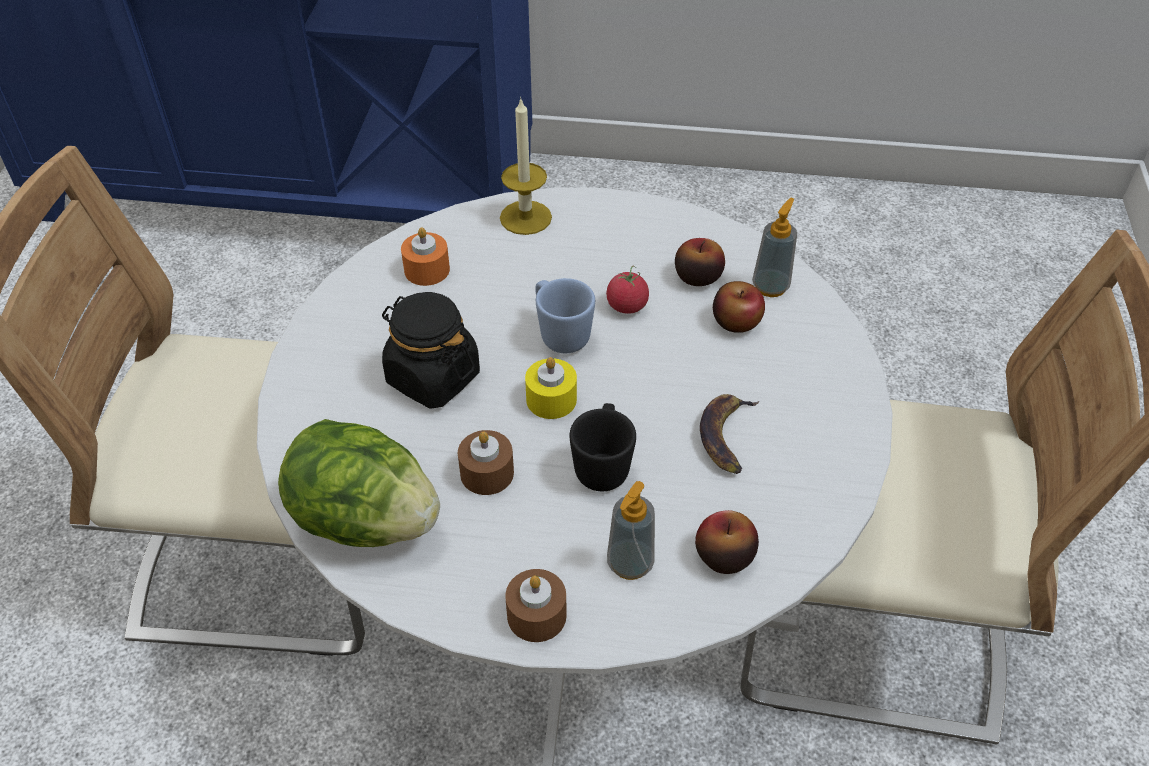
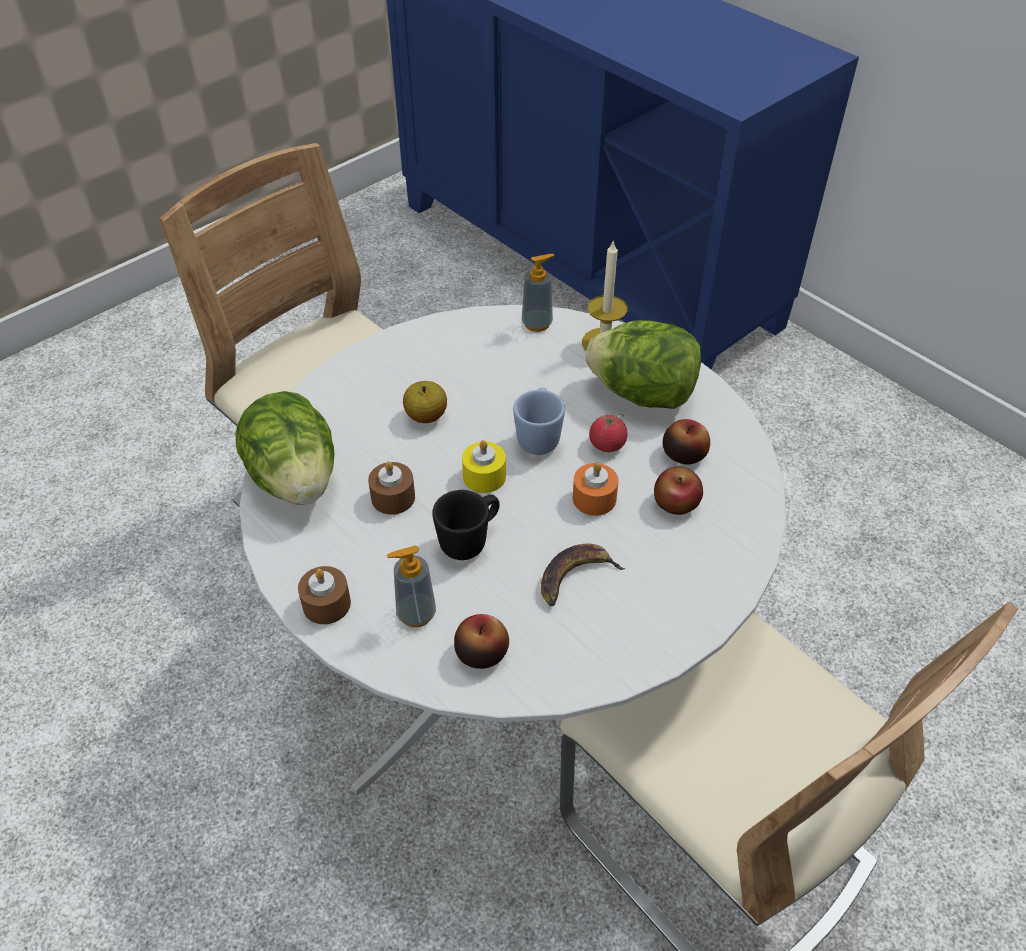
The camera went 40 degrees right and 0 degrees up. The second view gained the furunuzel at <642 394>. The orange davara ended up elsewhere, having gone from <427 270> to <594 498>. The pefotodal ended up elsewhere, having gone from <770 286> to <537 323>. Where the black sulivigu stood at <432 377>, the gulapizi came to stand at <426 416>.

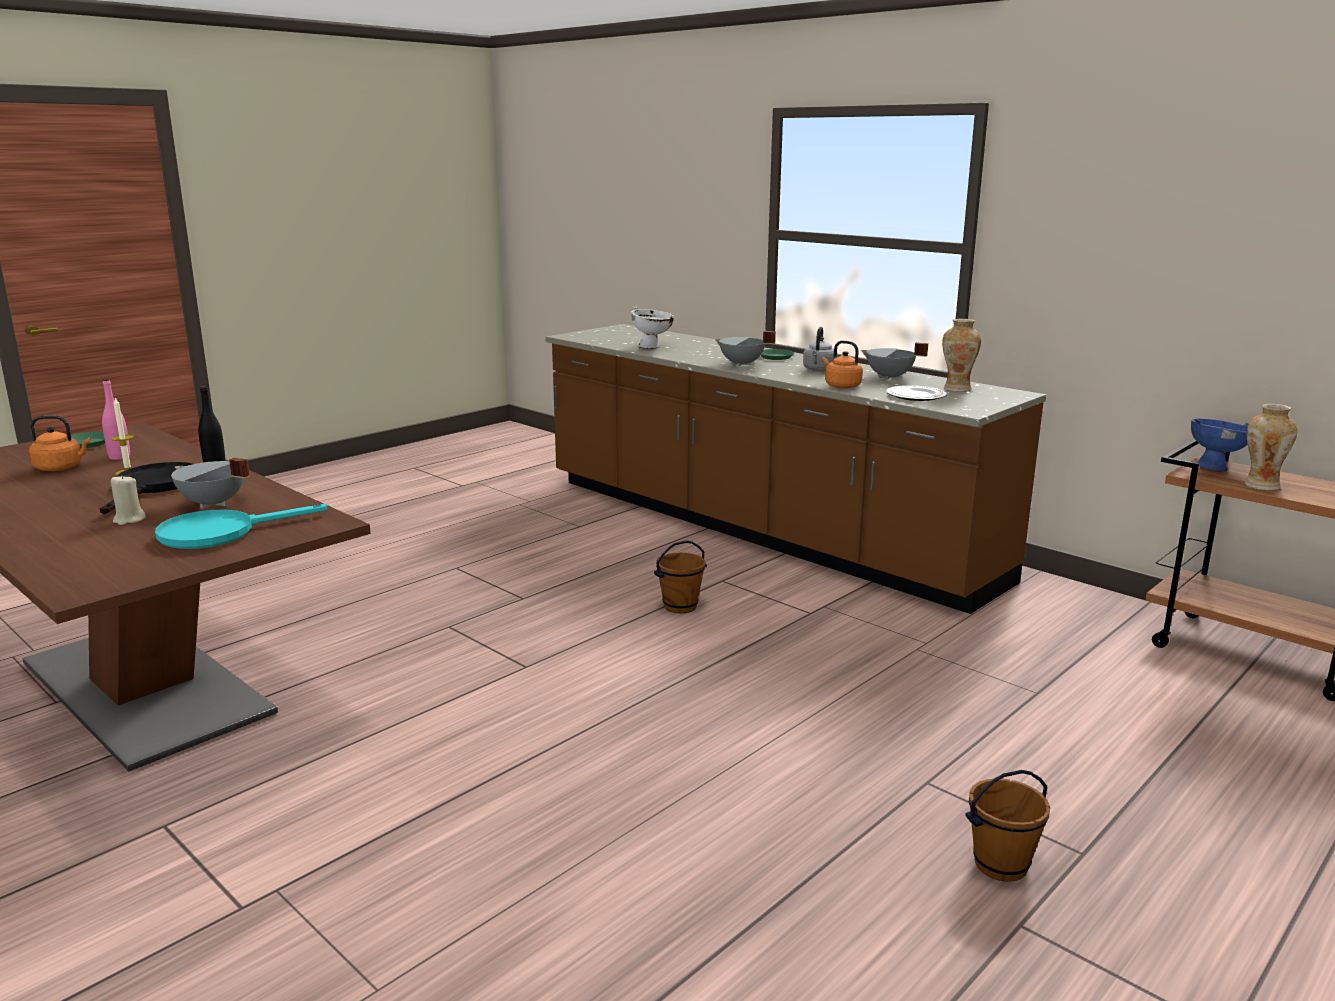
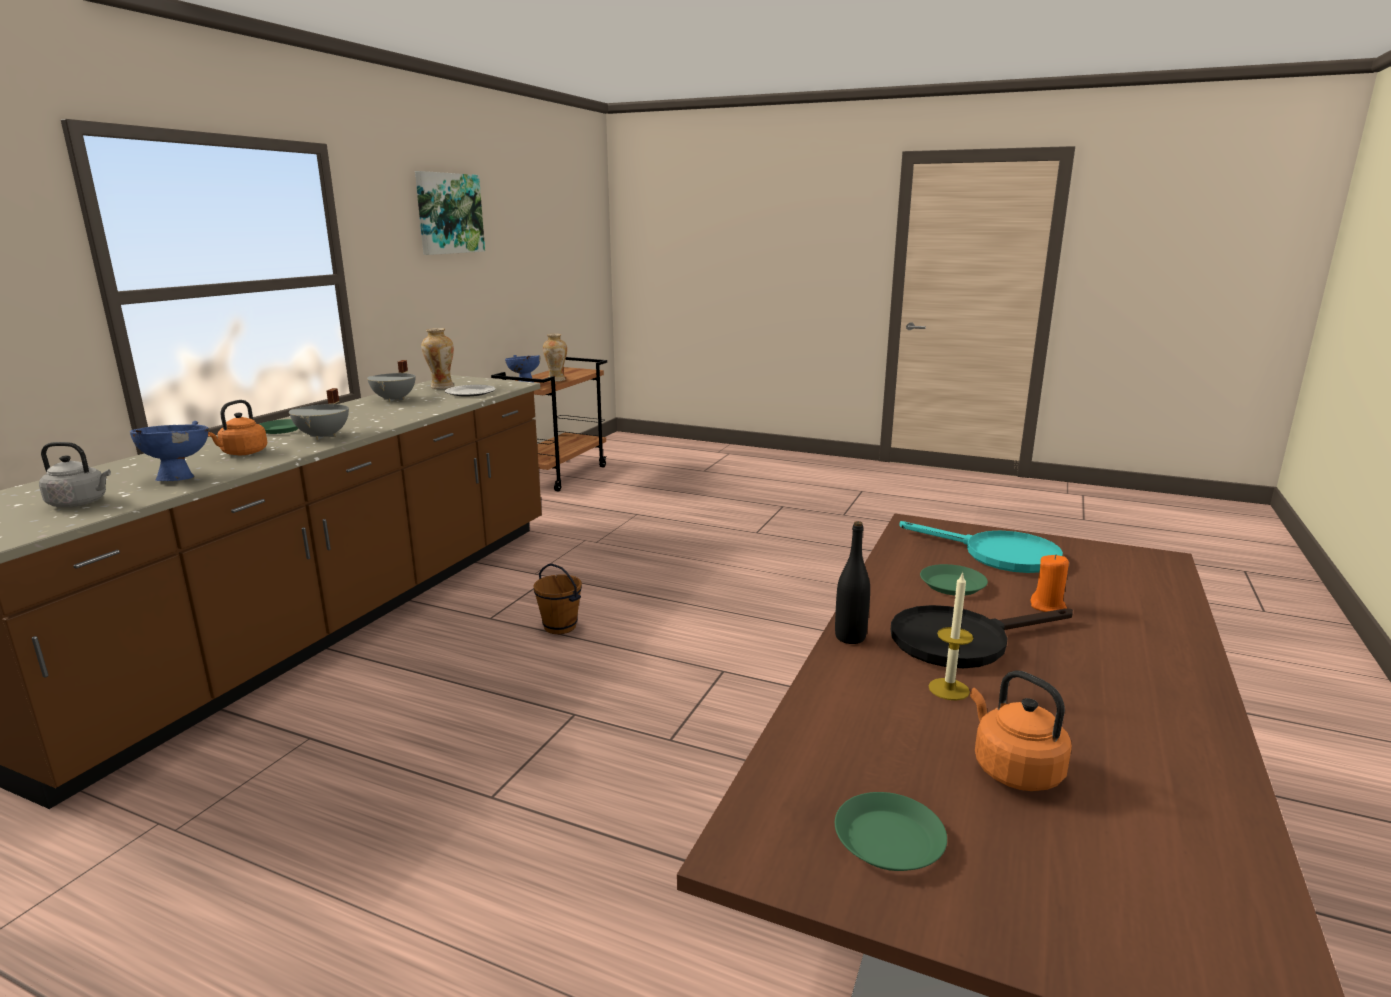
The camera went 110 degrees left and 0 degrees up. The second view lost the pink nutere at <119 457>. The second view lost the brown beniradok at <1000 864>. The second view gained the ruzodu at <449 213>. The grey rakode ended up elsewhere, having gone from <819 370> to <80 503>. The orange rakode ended up elsewhere, having gone from <841 386> to <242 453>. Where the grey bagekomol stood at <212 504>, the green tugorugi came to stand at <952 585>. What was the beige davara at <129 520> turned into the orange davara at <1048 606>. What was the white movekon at <653 347> turned into the blue movekon at <181 477>.

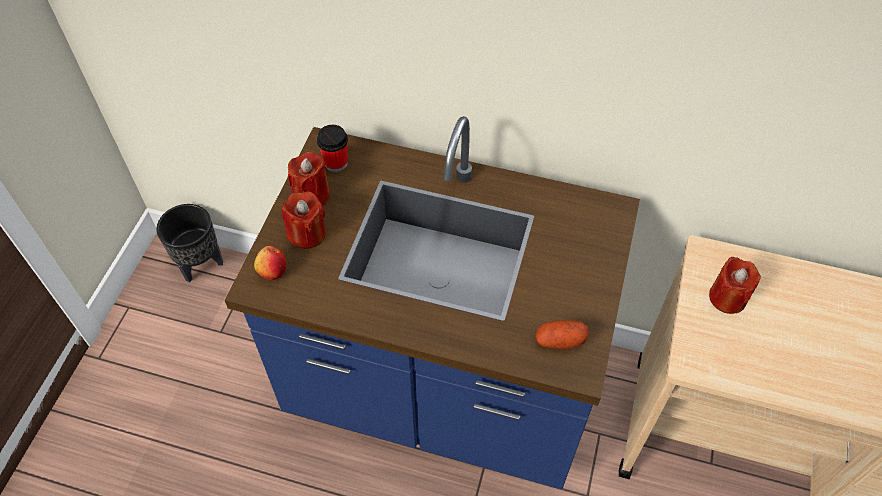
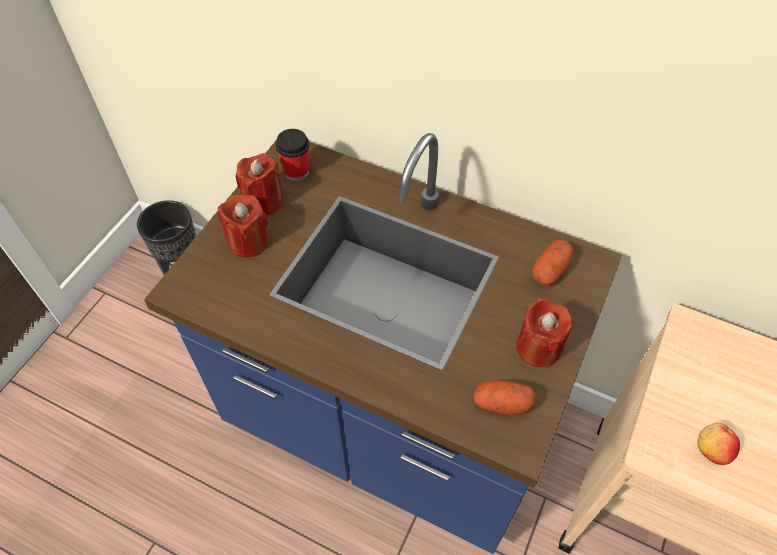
The camera went 10 degrees right and 0 degrees up. The second view gained the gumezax at <550 270>. The gulapizi ended up elsewhere, having gone from <272 270> to <712 449>. The red davara ended up elsewhere, having gone from <727 298> to <538 347>.

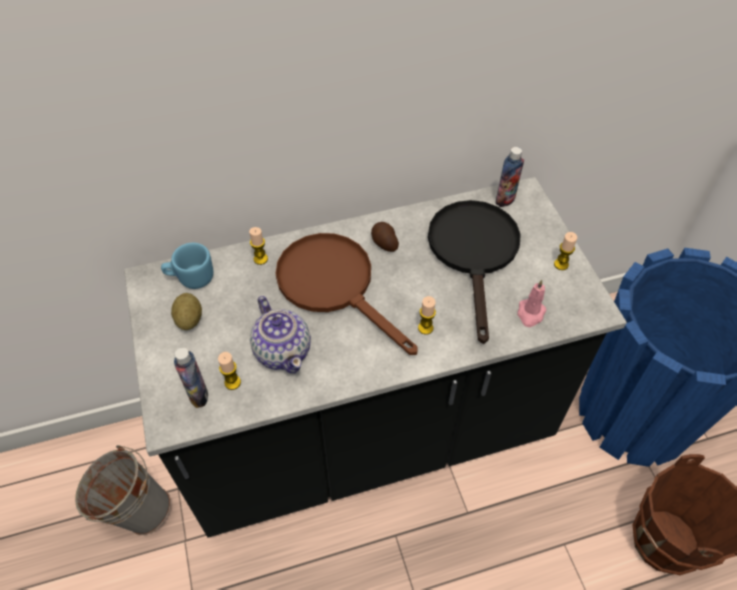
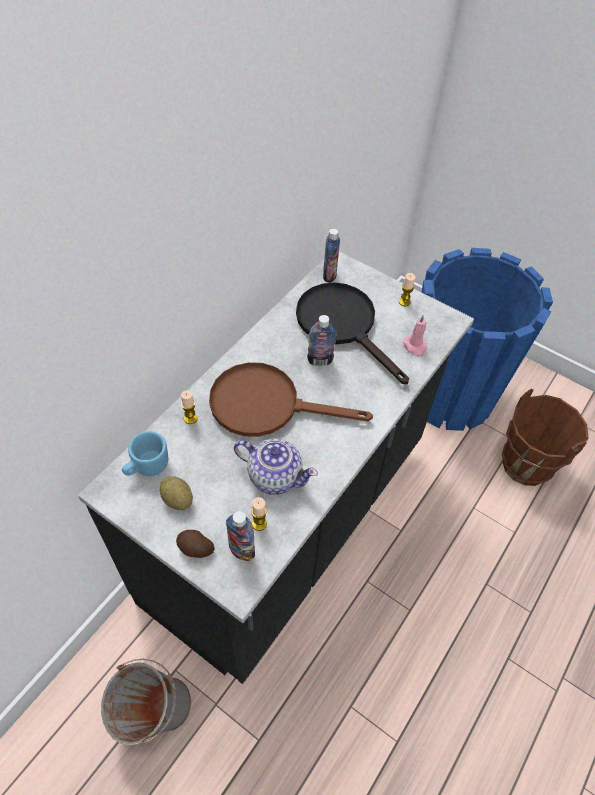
The camera went 40 degrees left and 0 degrees up. The second view lost the davara at <425 328>. The second view gained the nutere at <320 361>. The gumezax ended up elsewhere, having gone from <384 243> to <195 549>.

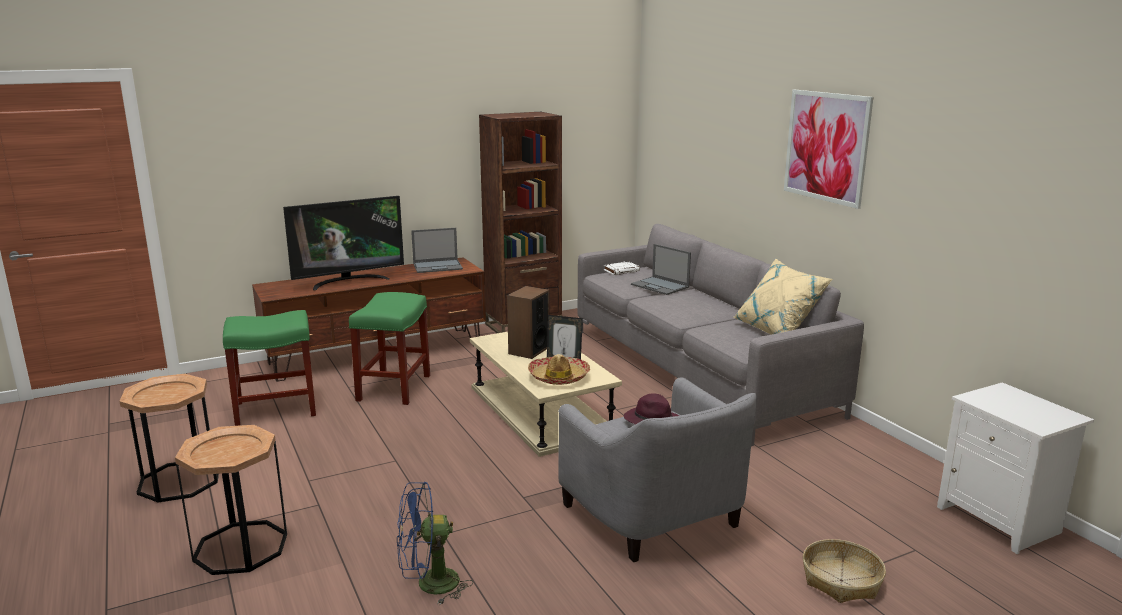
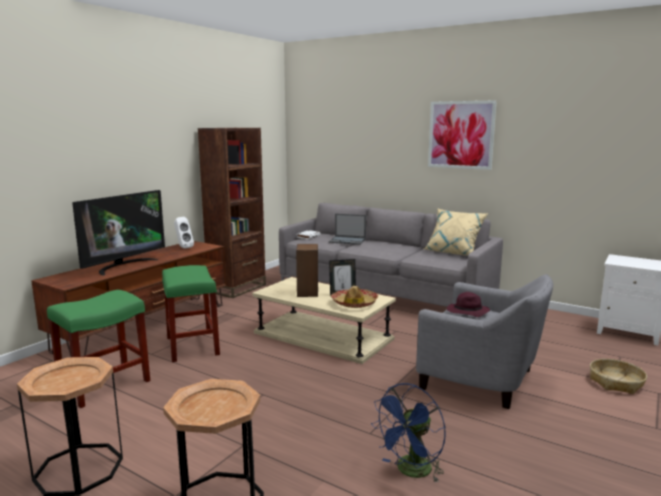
The camera went 30 degrees left and 5 degrees down. Where the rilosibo stood at <438 266>, the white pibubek came to stand at <183 247>.

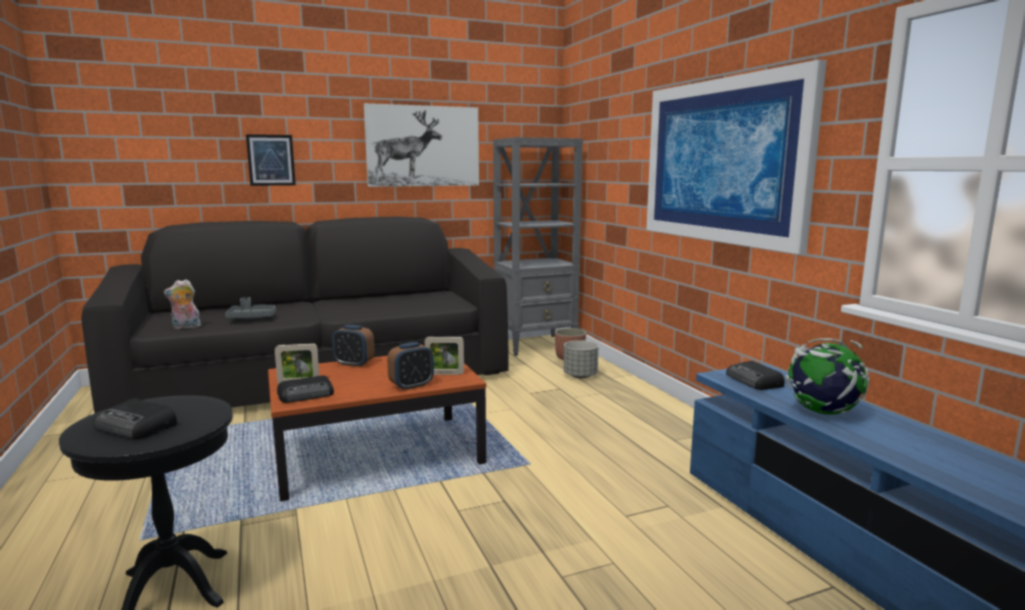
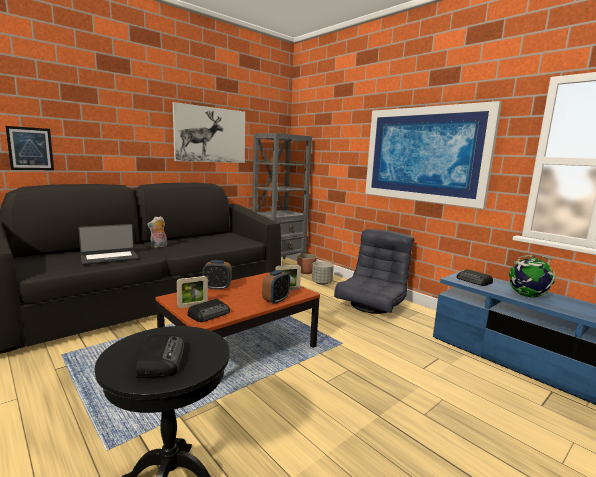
The camera went 20 degrees left and 0 degrees up. The second view gained the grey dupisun at <372 306>. The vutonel ended up elsewhere, having gone from <185 327> to <158 246>. The ruzodu ended up elsewhere, having gone from <271 160> to <30 148>. Where the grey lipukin stood at <252 318>, the rilosibo came to stand at <109 258>. The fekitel at <137 426> ended up facing another way, 105 degrees counterclockwise from before.

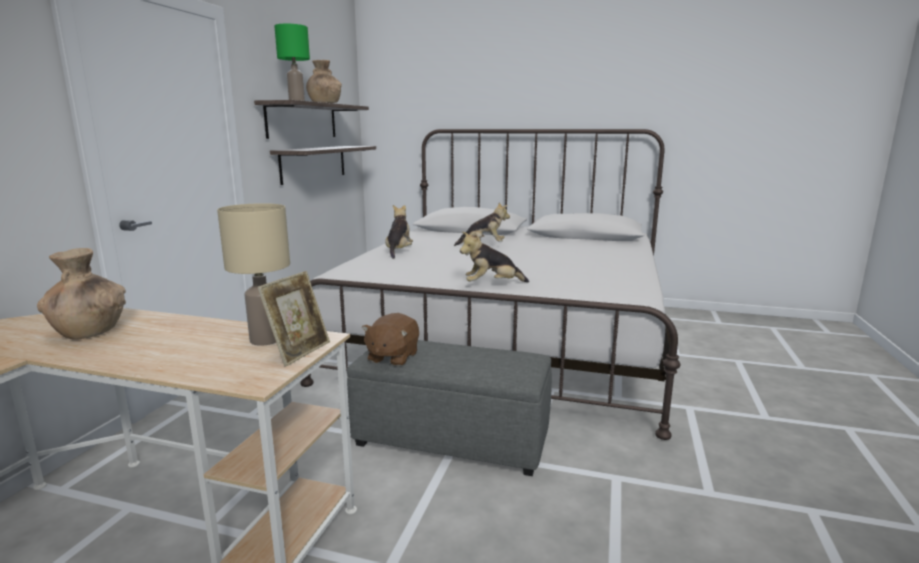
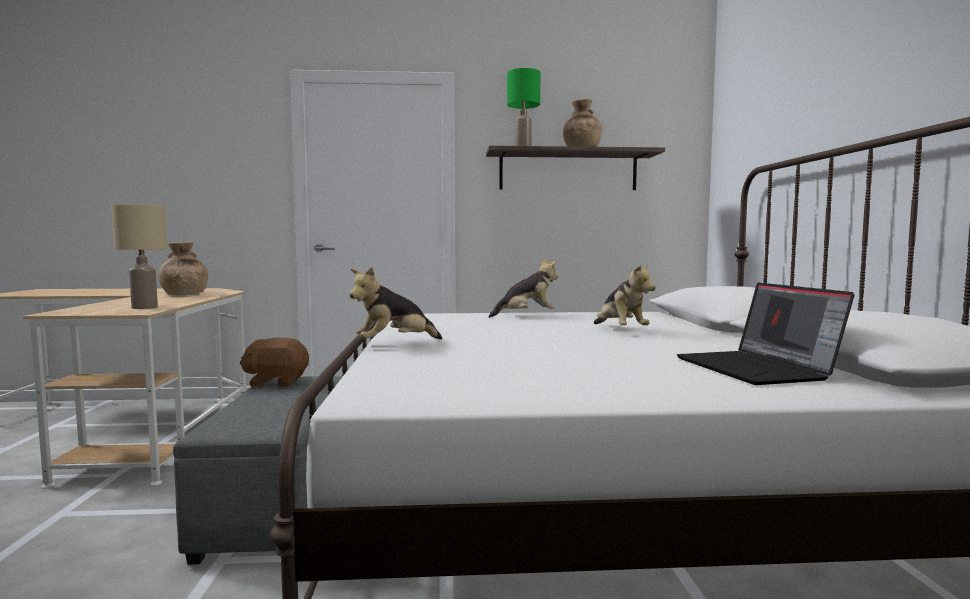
The camera went 70 degrees right and 10 degrees down. The second view lost the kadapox at <299 352>. The second view lost the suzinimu at <314 163>. The second view gained the rilosibo at <758 369>. The vutonel at <492 285> ended up facing another way, 90 degrees counterclockwise from before.

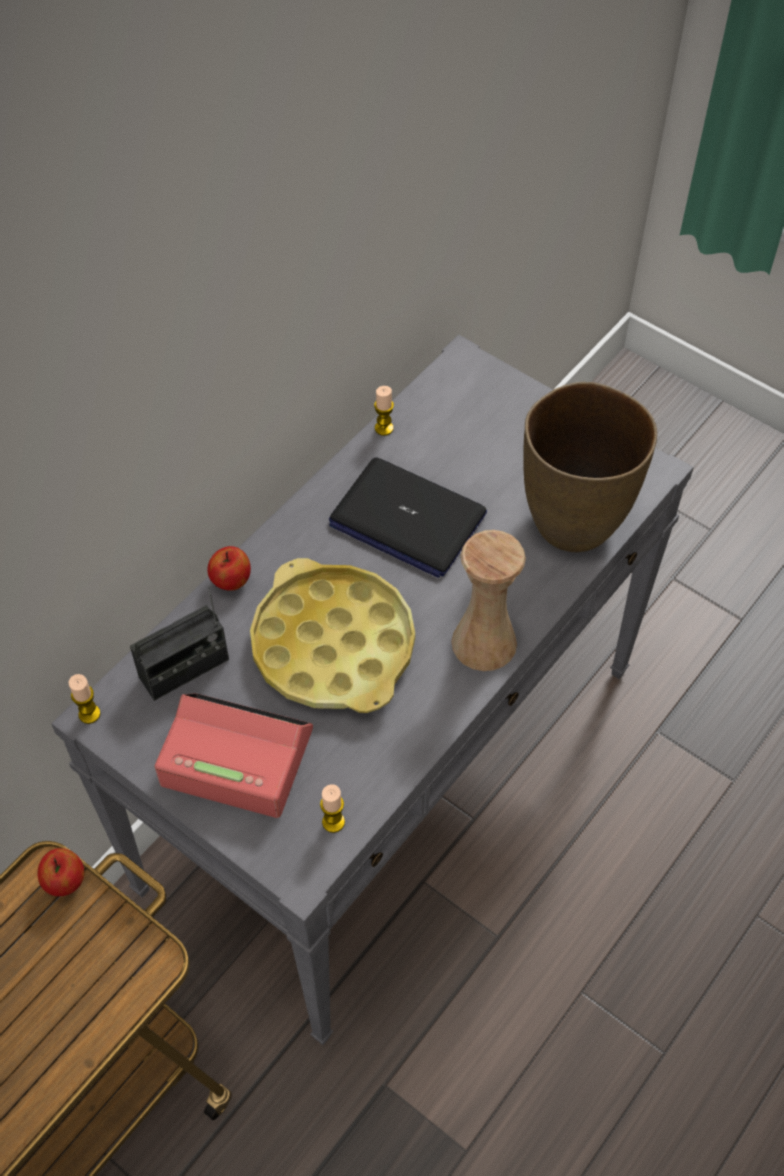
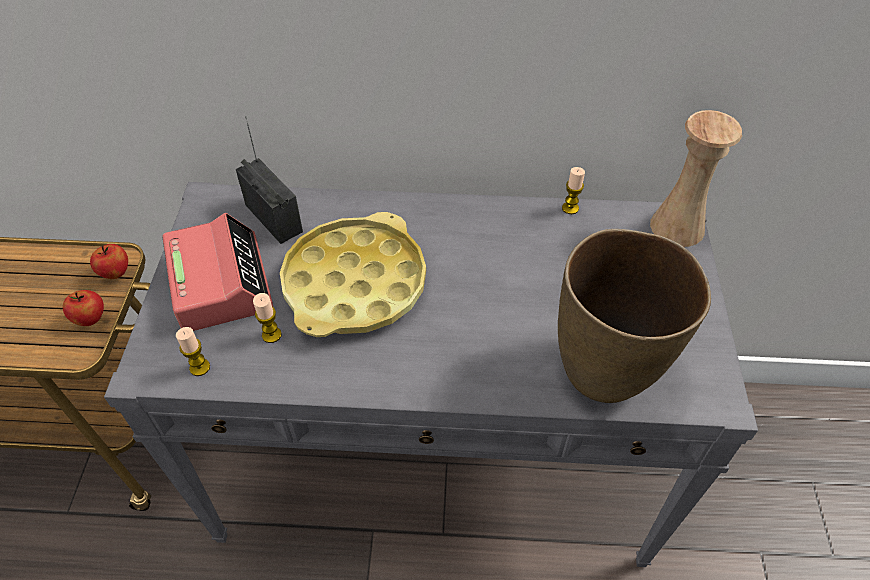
The camera went 55 degrees right and 5 degrees down. The second view lost the rilosibo at <406 519>. The davara ended up elsewhere, having gone from <89 714> to <271 335>. The gulapizi ended up elsewhere, having gone from <231 581> to <90 318>. The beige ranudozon ended up elsewhere, having gone from <484 642> to <677 227>. The fekitel at <184 669> ended up facing another way, 150 degrees counterclockwise from before.

